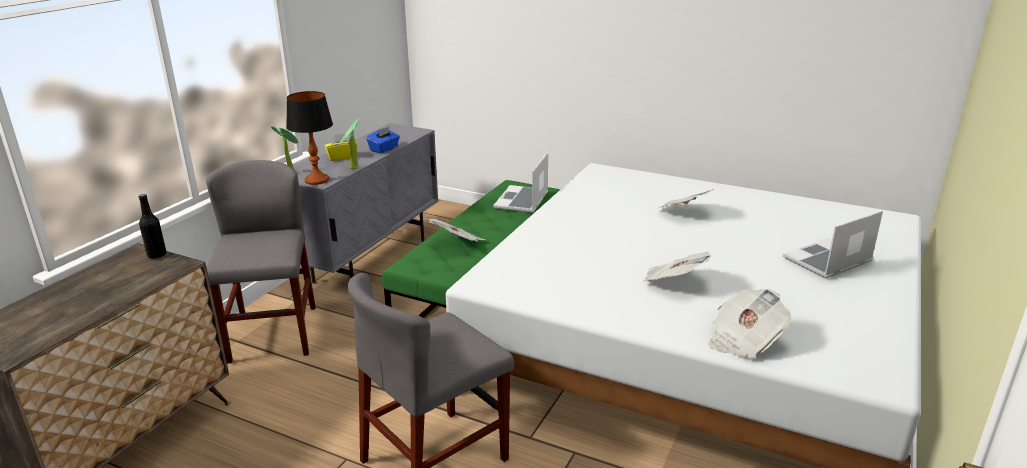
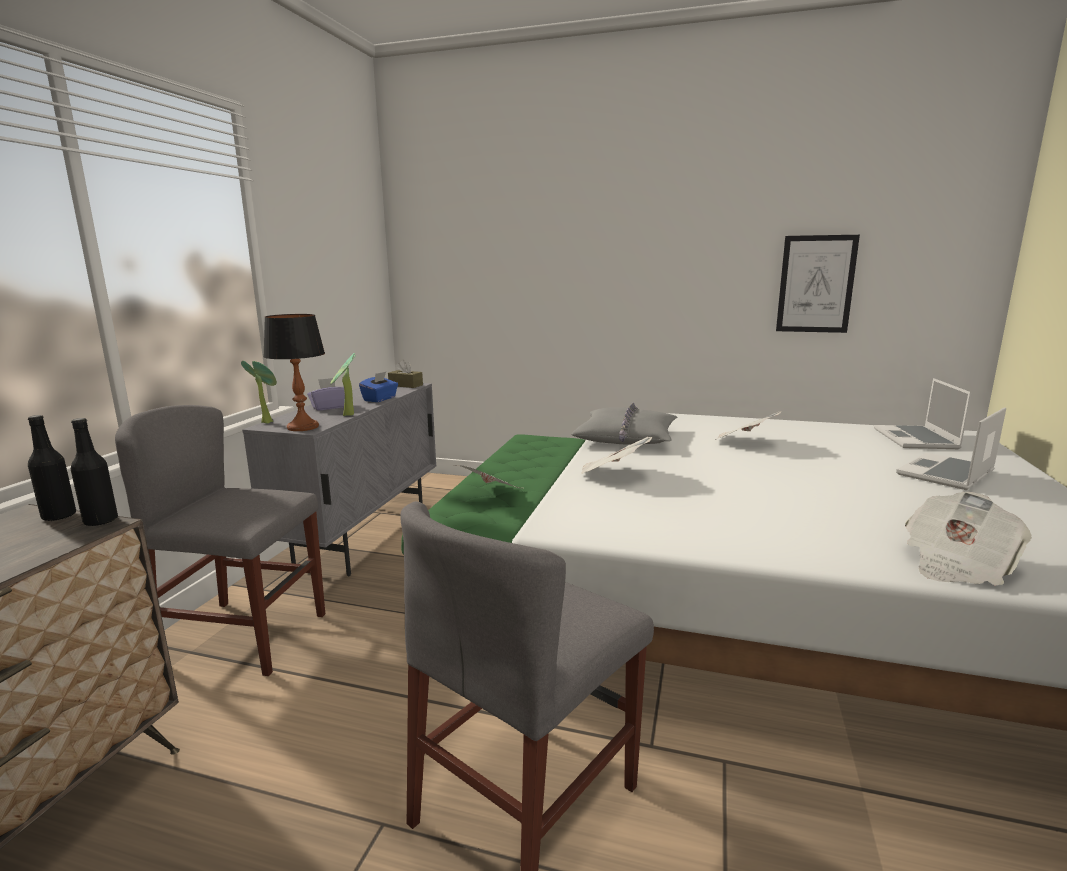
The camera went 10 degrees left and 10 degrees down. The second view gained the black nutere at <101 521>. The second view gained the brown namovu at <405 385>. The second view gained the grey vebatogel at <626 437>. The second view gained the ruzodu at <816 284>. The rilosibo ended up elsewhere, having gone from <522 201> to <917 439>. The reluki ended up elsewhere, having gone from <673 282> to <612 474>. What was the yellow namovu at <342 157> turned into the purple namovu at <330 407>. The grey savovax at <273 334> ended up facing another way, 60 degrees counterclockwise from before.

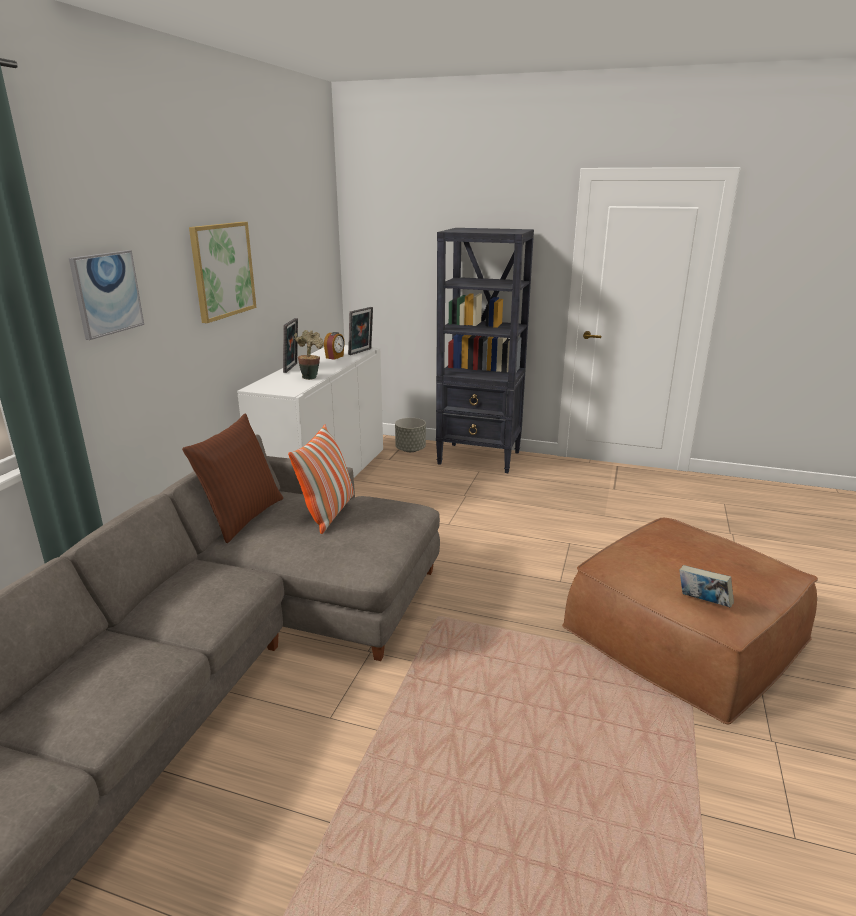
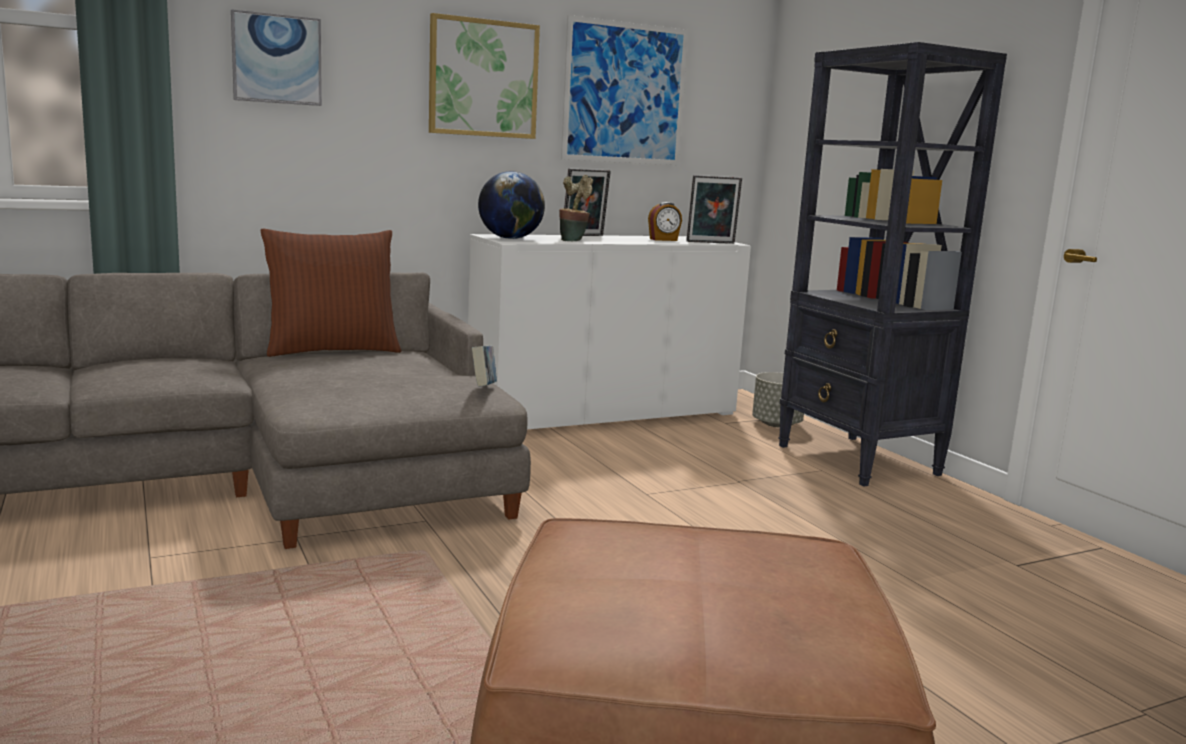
The camera went 45 degrees right and 10 degrees down. The second view lost the vebatogel at <328 513>. The second view gained the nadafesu at <510 238>. The second view gained the ruzodu at <624 93>. The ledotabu ended up elsewhere, having gone from <702 602> to <484 388>.

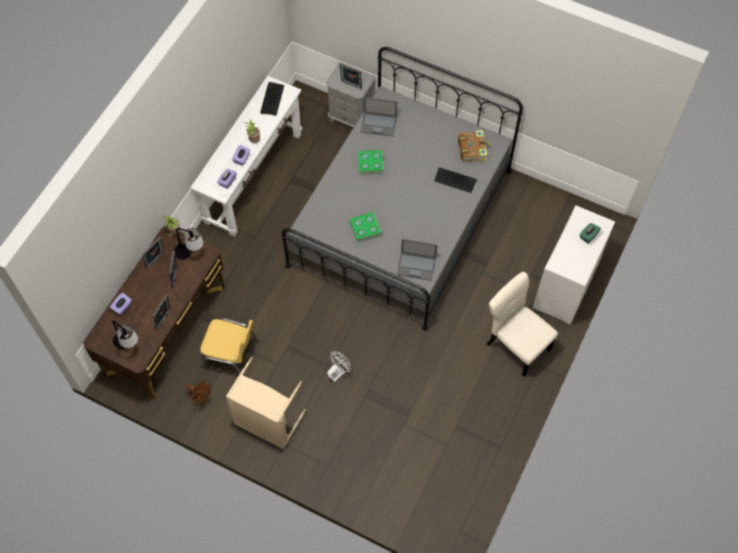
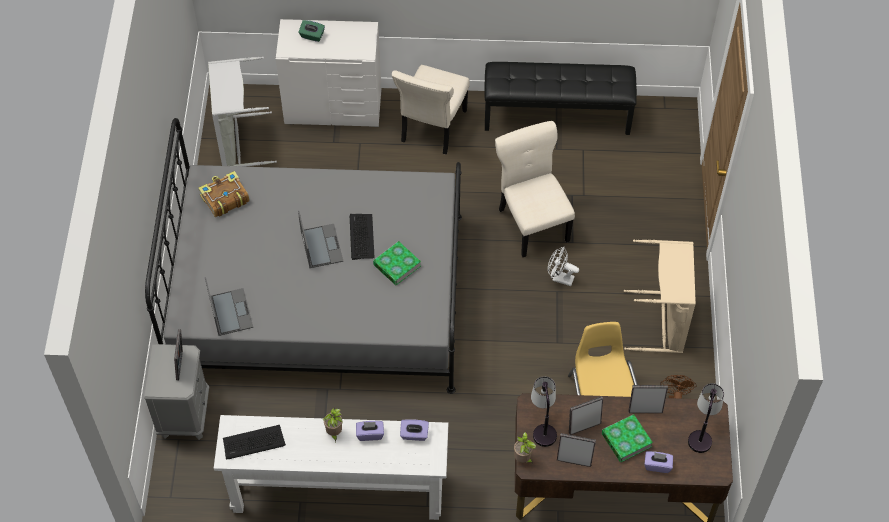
The camera went 115 degrees left and 5 degrees down. The second view gained the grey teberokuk at <238 141>. The second view gained the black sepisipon at <557 115>. The second view gained the beige savovax at <532 222>. The ledotabu ended up elsewhere, having gone from <370 164> to <626 440>. The rilosibo ended up elsewhere, having gone from <417 266> to <321 245>. The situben ended up elsewhere, having gone from <455 180> to <361 237>.

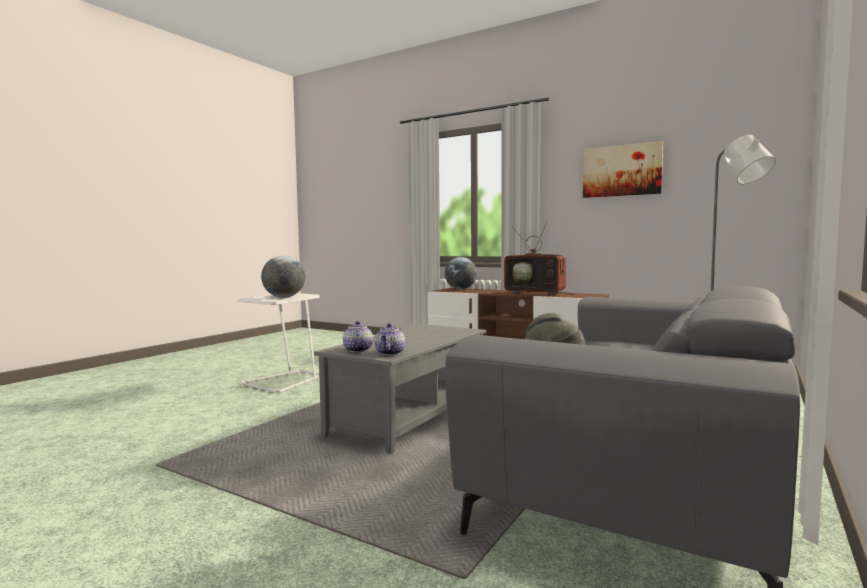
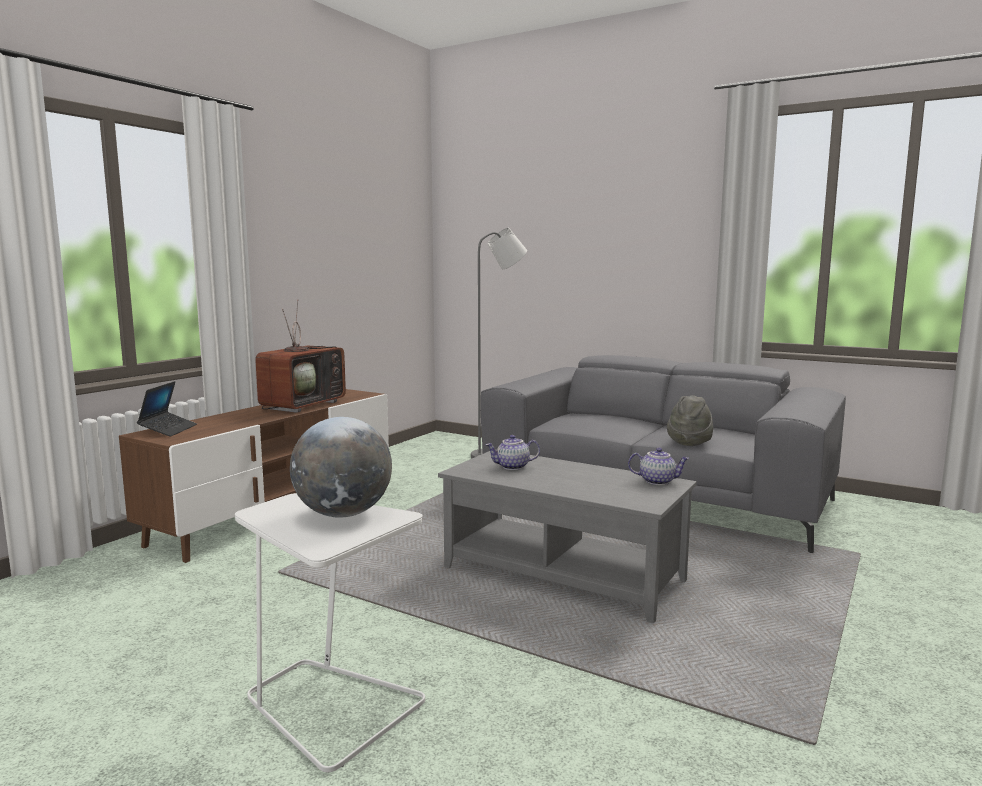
The camera went 90 degrees left and 5 degrees up. The second view lost the ruzodu at <621 170>. The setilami ended up elsewhere, having gone from <357 350> to <512 467>. Where the nadafesu stood at <460 289>, the rilosibo came to stand at <168 430>.

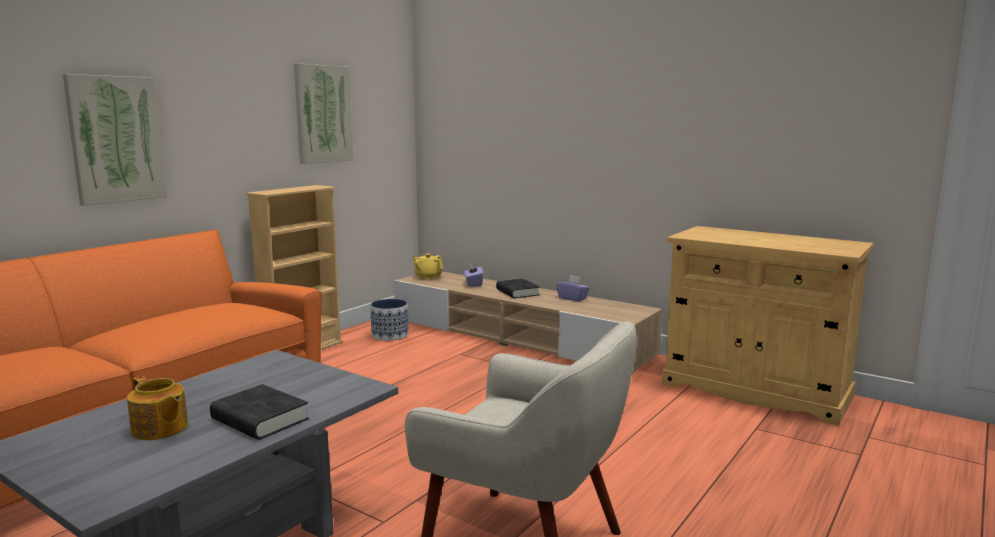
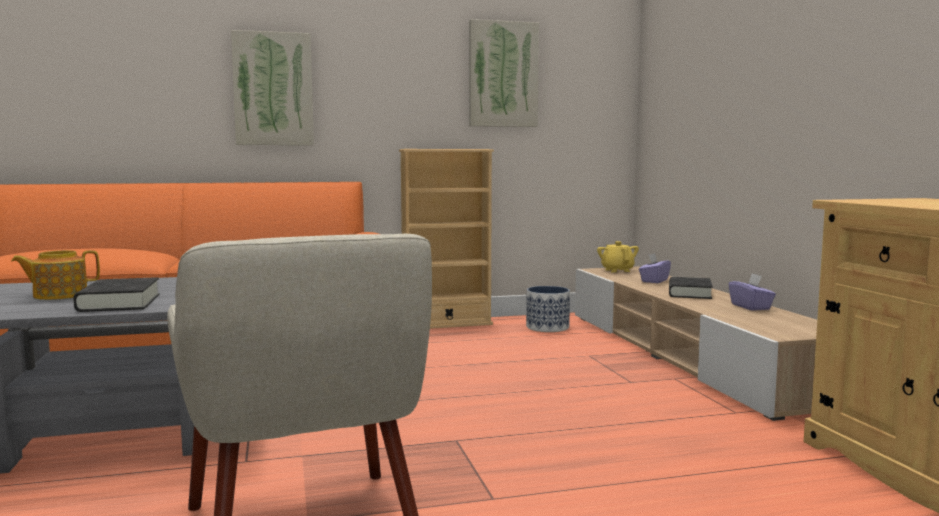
The camera went 40 degrees right and 5 degrees down. The setilami at <160 429> ended up facing another way, 75 degrees clockwise from before.

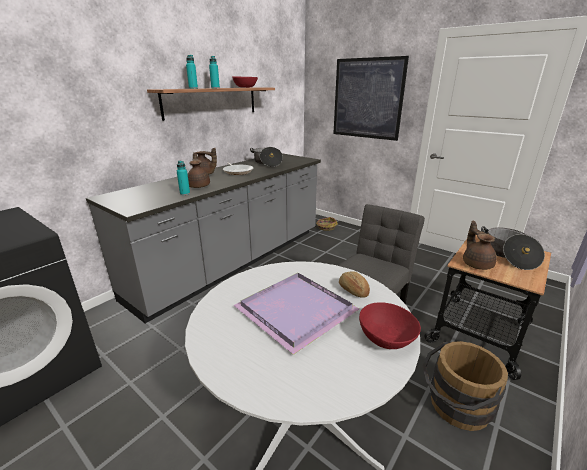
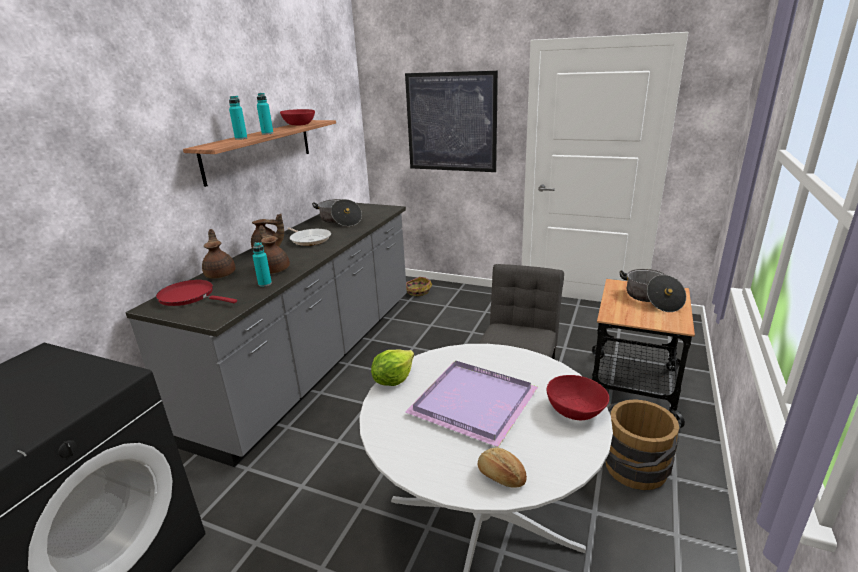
The camera went 15 degrees left and 0 degrees up. The second view gained the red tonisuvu at <190 296>. The second view gained the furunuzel at <393 379>. The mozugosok ended up elsewhere, having gone from <353 291> to <500 476>. The brown setilami ended up elsewhere, having gone from <476 264> to <221 274>.

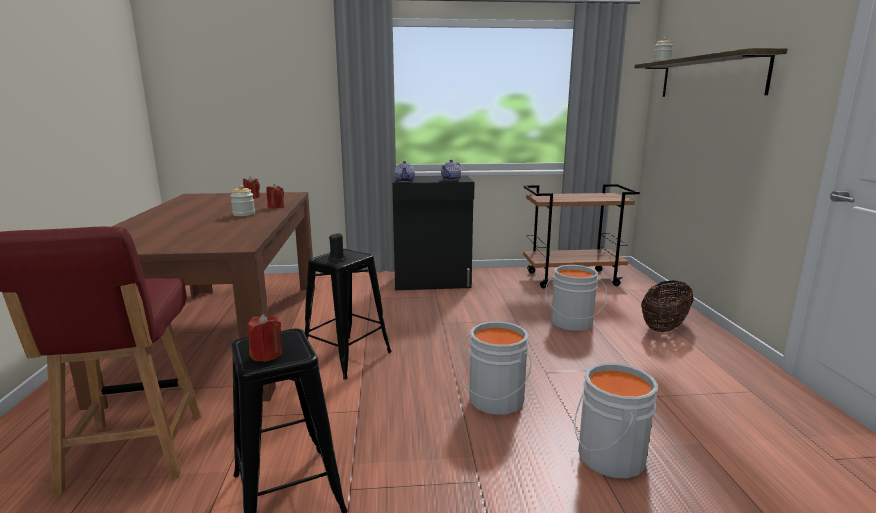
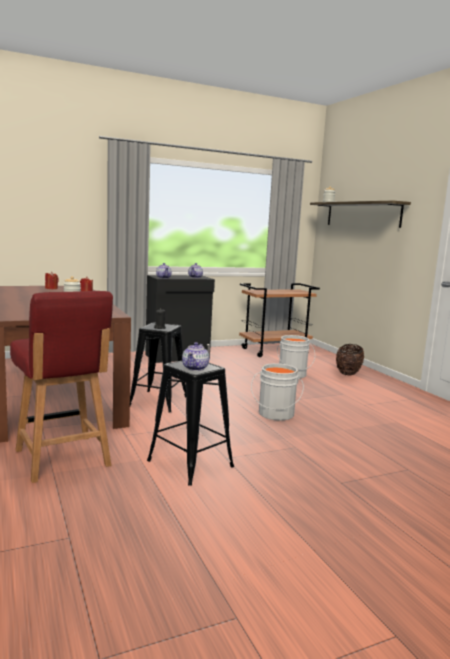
The camera went 20 degrees left and 5 degrees down. The second view lost the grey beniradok at <607 456>. Where the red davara stood at <266 355>, the setilami came to stand at <195 368>.

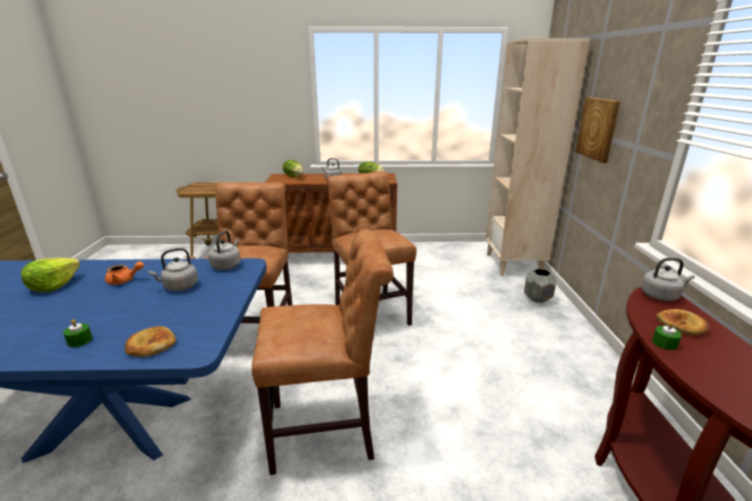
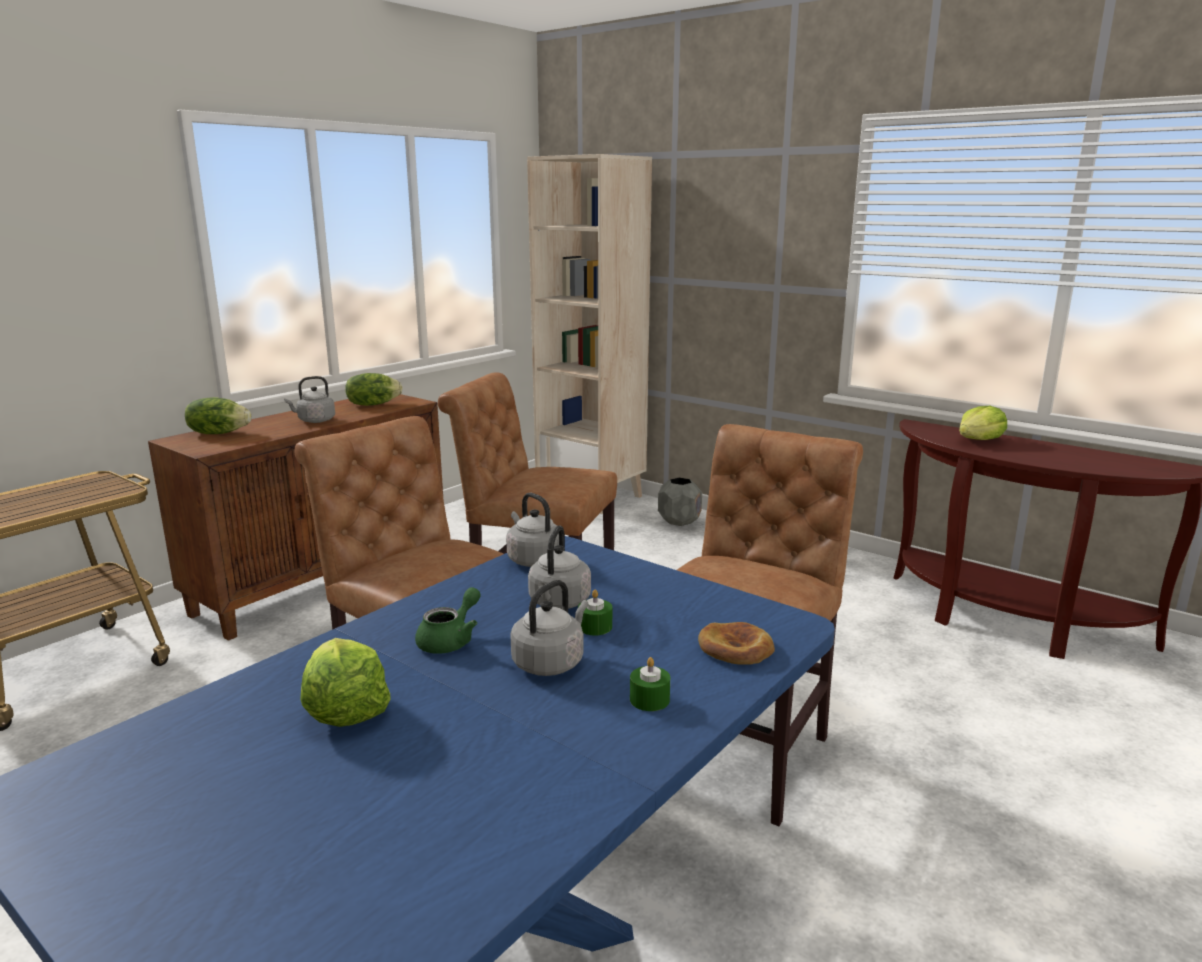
The camera went 50 degrees left and 5 degrees down. The second view lost the ruzodu at <598 129>. The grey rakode ended up elsewhere, having gone from <661 296> to <550 662>. The green davara ended up elsewhere, having gone from <664 343> to <595 627>. Where the mozugosok stood at <682 325>, the furunuzel came to stand at <979 440>. What was the orange setilami at <124 281> turned into the green setilami at <451 640>.

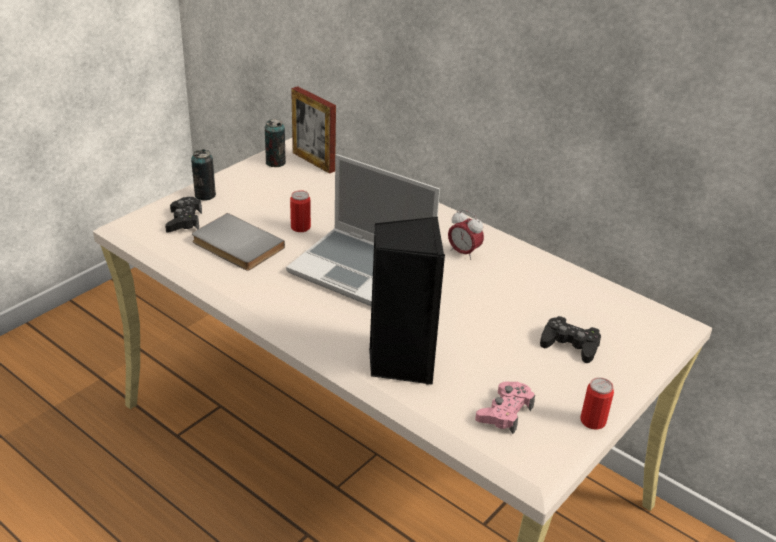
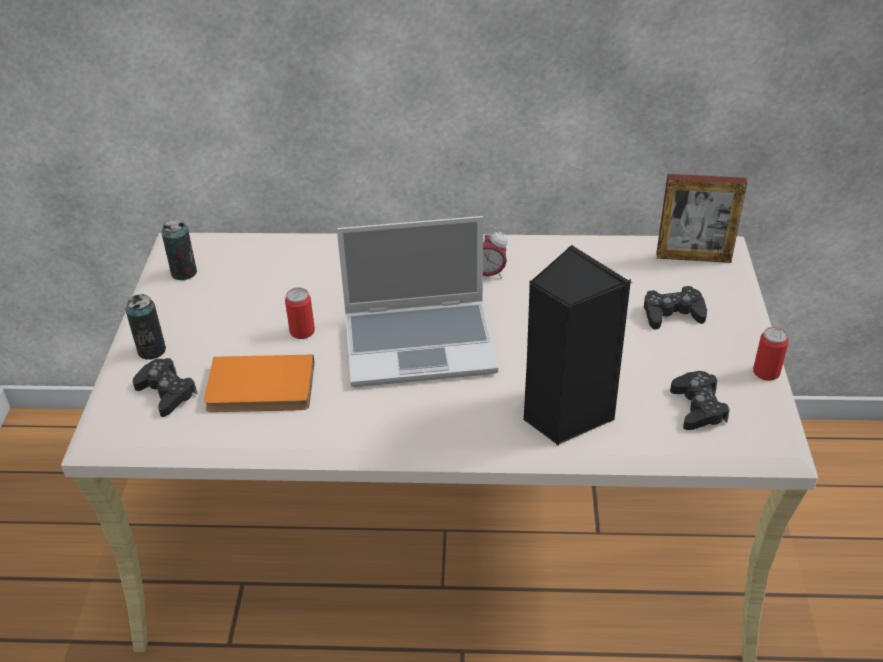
The camera went 35 degrees left and 5 degrees up. The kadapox ended up elsewhere, having gone from <313 162> to <693 257>. What was the grey ledotabu at <235 246> turned into the orange ledotabu at <260 389>. What was the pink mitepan at <505 412> turned into the black mitepan at <698 407>.

